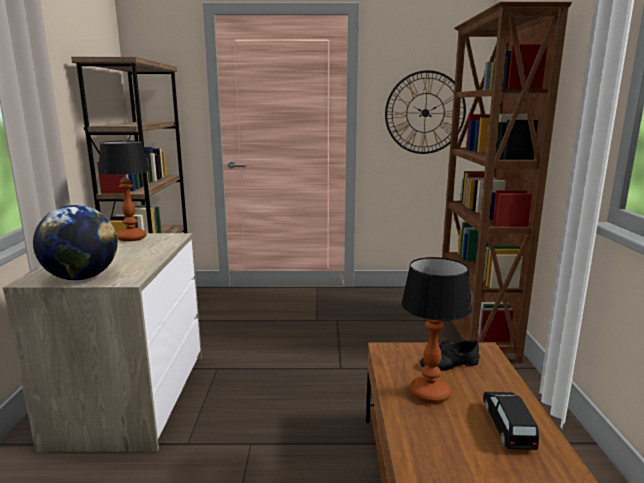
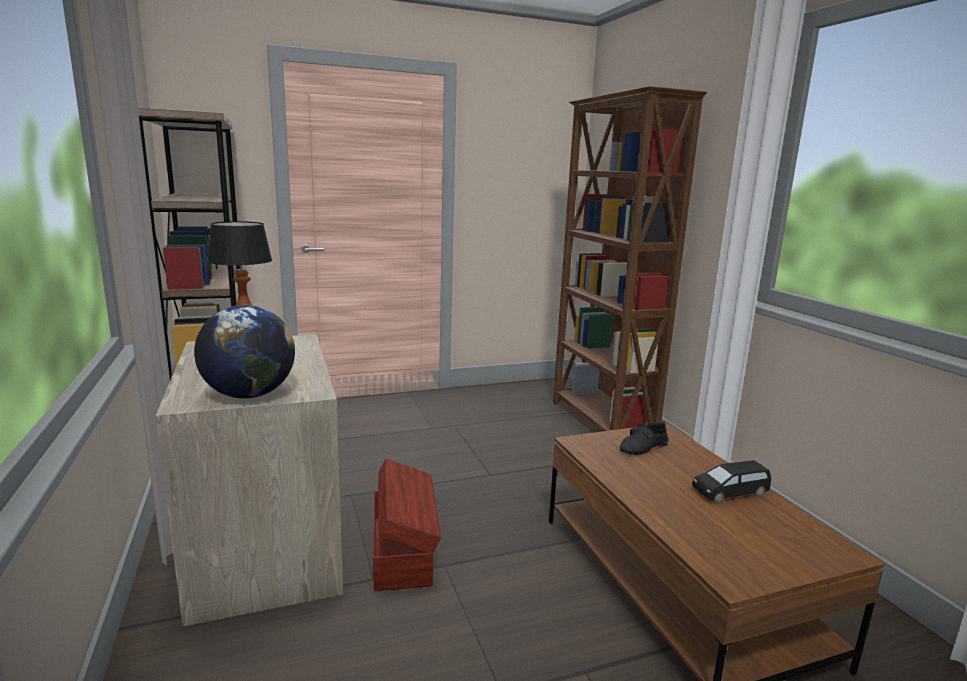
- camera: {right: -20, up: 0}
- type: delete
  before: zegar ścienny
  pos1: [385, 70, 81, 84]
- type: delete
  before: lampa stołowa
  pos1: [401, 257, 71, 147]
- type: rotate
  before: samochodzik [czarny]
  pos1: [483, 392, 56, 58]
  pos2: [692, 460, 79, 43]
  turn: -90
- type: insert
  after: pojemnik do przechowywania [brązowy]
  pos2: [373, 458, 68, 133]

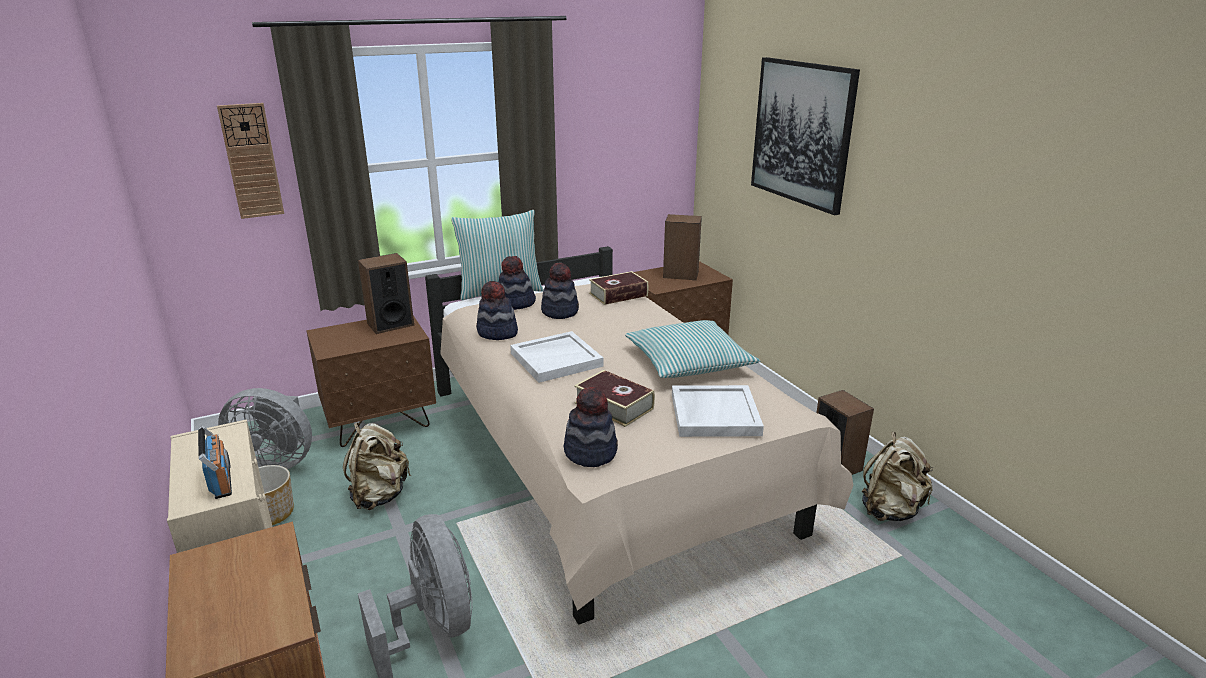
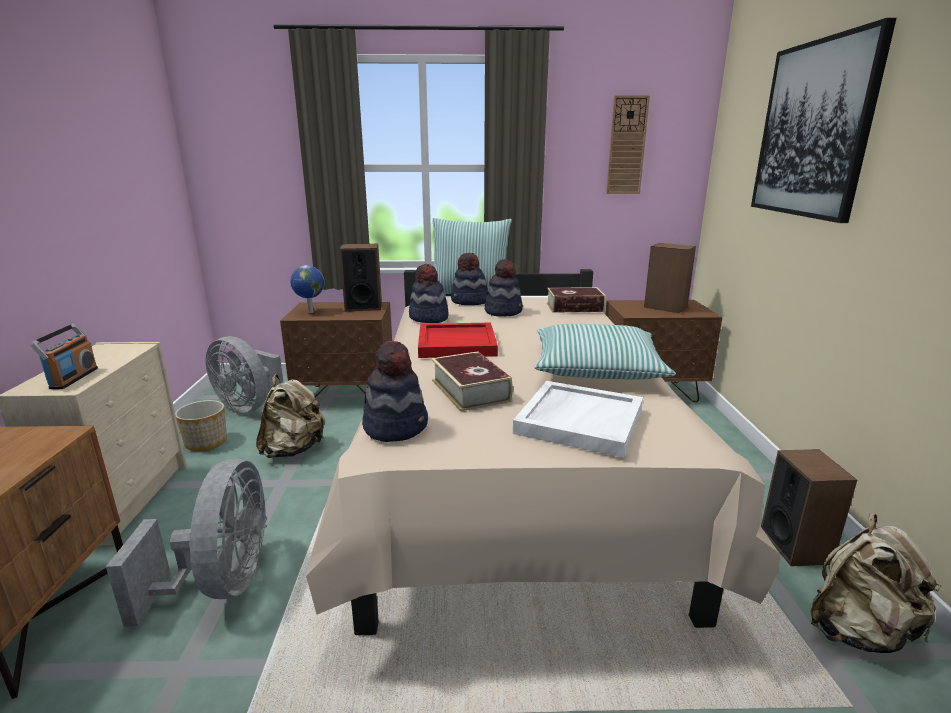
- camera: {right: 25, up: -5}
- type: move
  before: zegar ścienny
  pos1: [217, 103, 67, 116]
  pos2: [606, 95, 44, 99]
- type: recolor
  before: taca [biały]
  after: taca [czerwony]
  pos1: [510, 331, 93, 52]
  pos2: [418, 323, 80, 35]
- type: insert
  after: globus
  pos2: [290, 265, 34, 48]

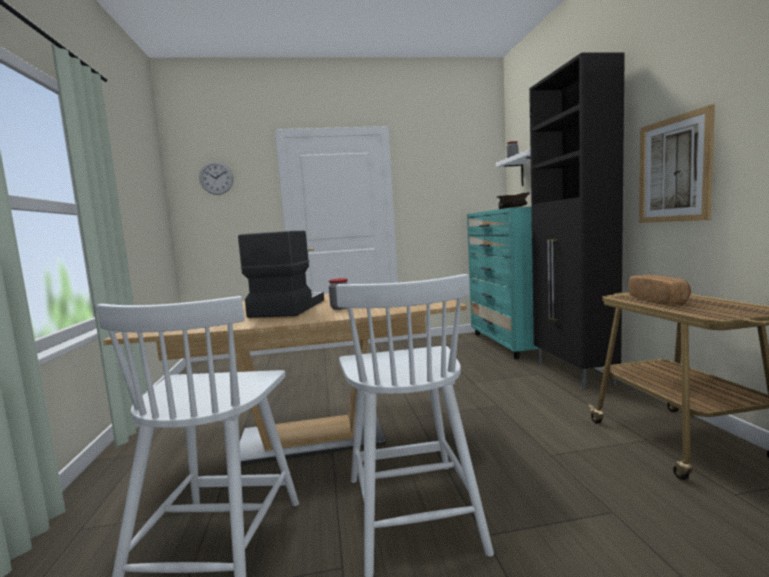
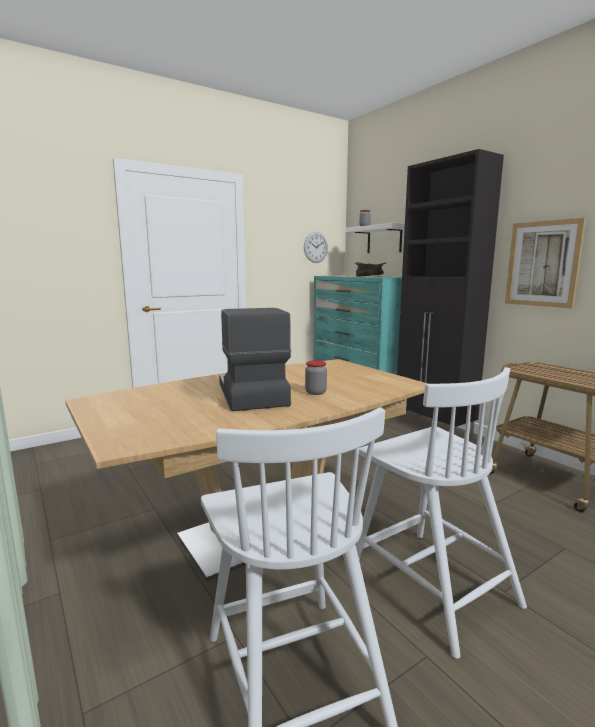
- camera: {right: -25, up: 5}
- type: move
  before: zegar ścienny
  pos1: [199, 162, 34, 33]
  pos2: [304, 232, 24, 31]
- type: delete
  before: chleb
  pos1: [629, 275, 62, 30]

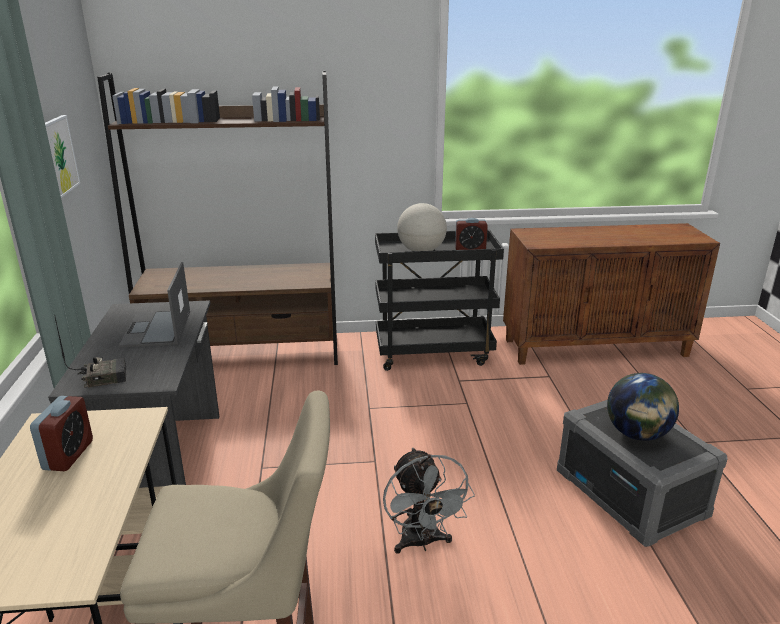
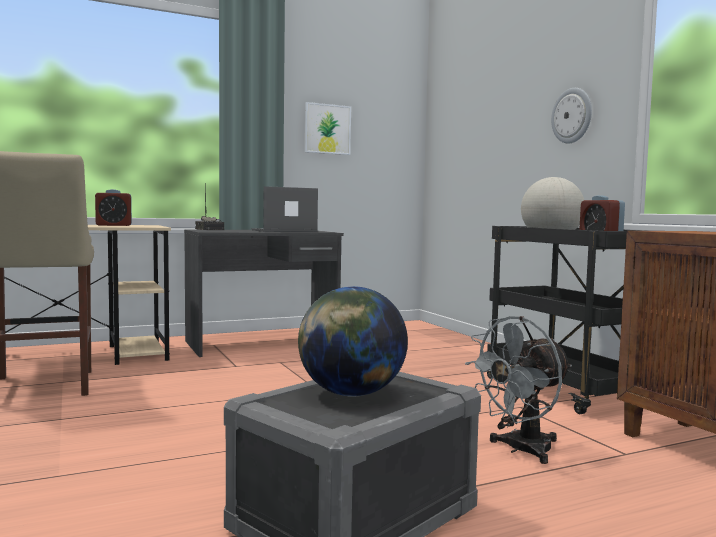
- camera: {right: 70, up: -20}
- type: delete
  before: regał [brązowy]
  pos1: [97, 71, 241, 294]
- type: move
  before: wentylator [szary]
  pos1: [383, 448, 92, 106]
  pos2: [465, 316, 107, 148]
- type: insert
  after: zegar ścienny
  pos2: [551, 88, 41, 55]

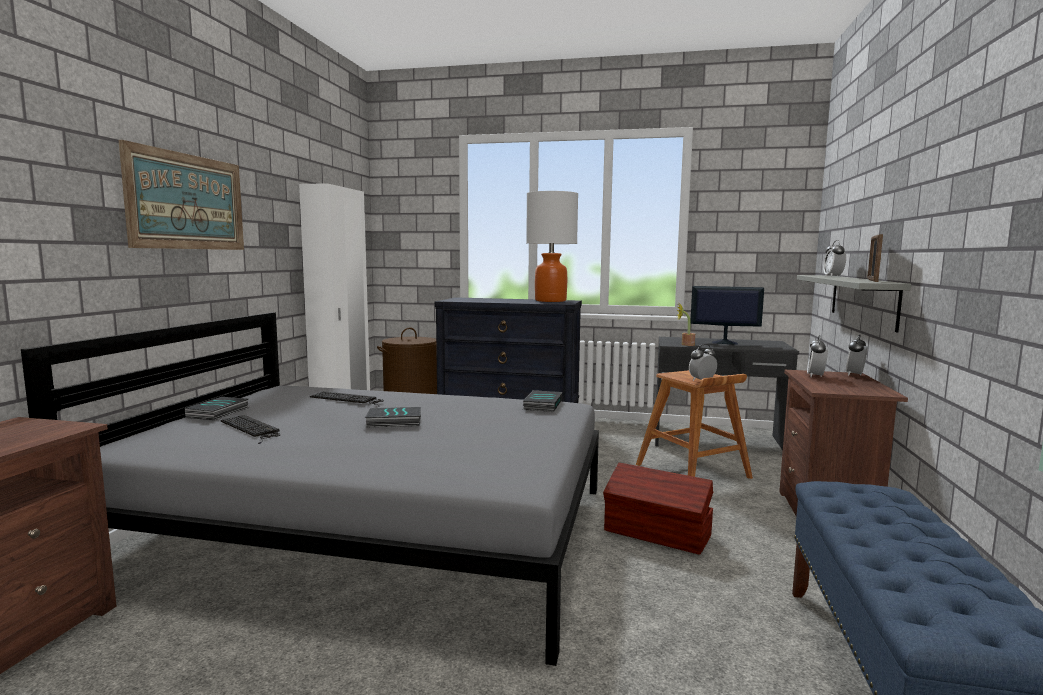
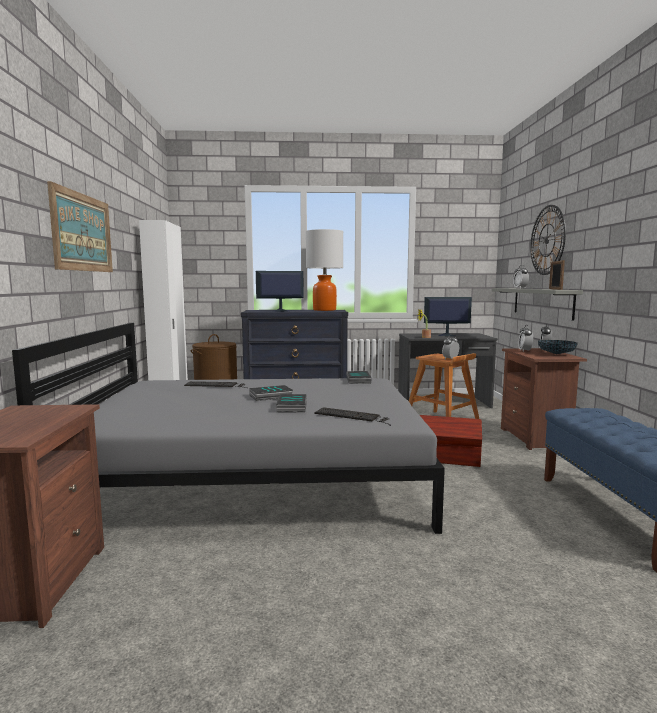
- camera: {right: -15, up: 0}
- type: move
  before: książka
  pos1: [185, 397, 64, 23]
  pos2: [276, 394, 31, 19]
- type: move
  before: klawiatura
  pos1: [221, 415, 60, 29]
  pos2: [314, 407, 77, 19]
- type: insert
  after: monitor
  pos2: [256, 271, 48, 41]
- type: insert
  after: zegar ścienny
  pos2: [530, 205, 36, 70]
- type: insert
  after: miska
  pos2: [538, 340, 40, 15]

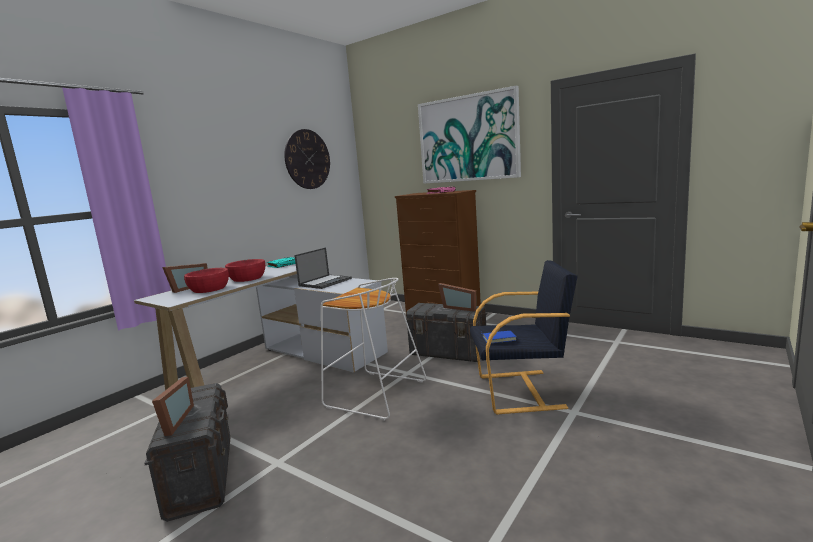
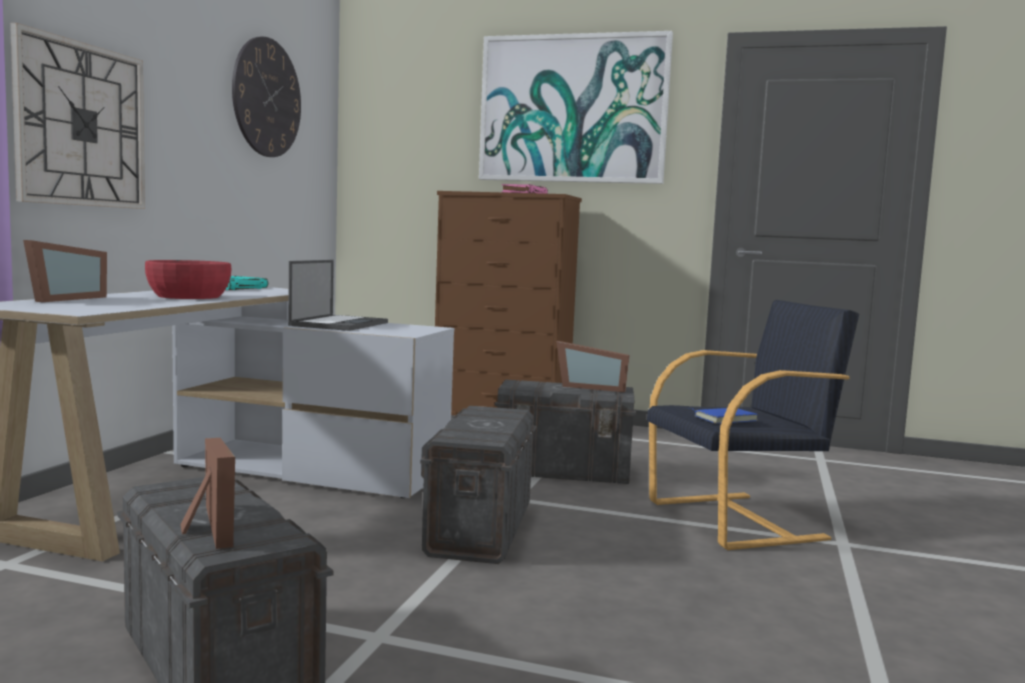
- camera: {right: -20, up: -5}
- type: delete
  before: miska [czerwony]
  pos1: [184, 268, 45, 25]
- type: replace
  before: stołek [biały]
  after: pojemnik do przechowywania [szary]
  pos1: [321, 278, 105, 143]
  pos2: [420, 406, 116, 158]
- type: insert
  after: zegar ścienny
  pos2: [10, 23, 135, 186]

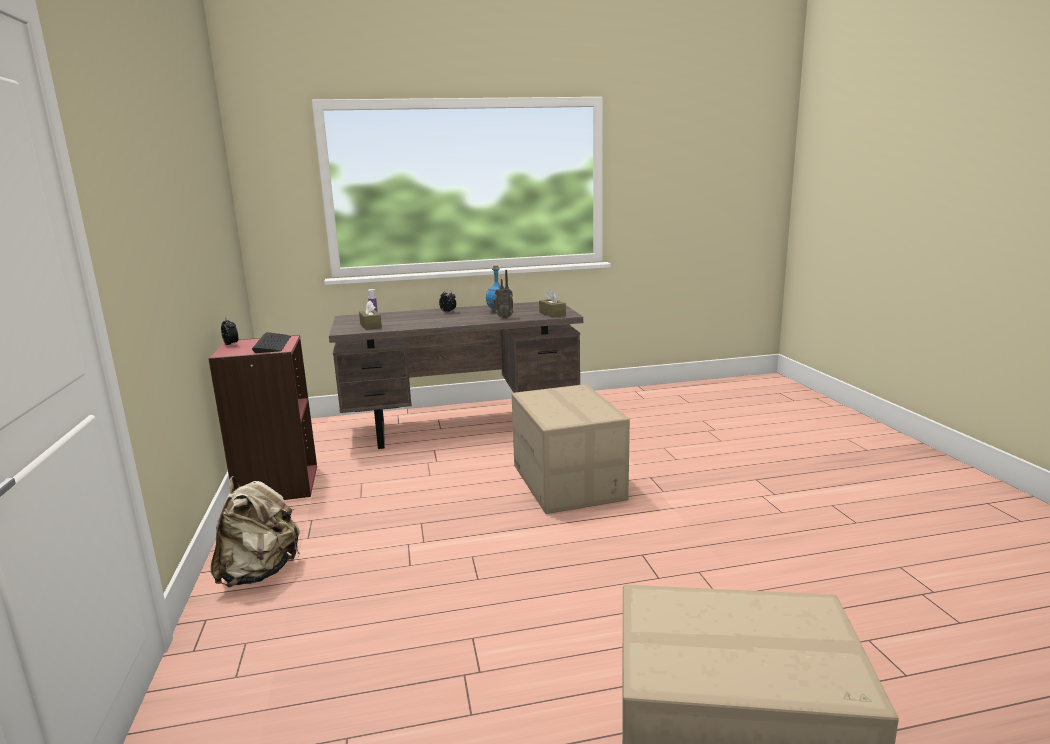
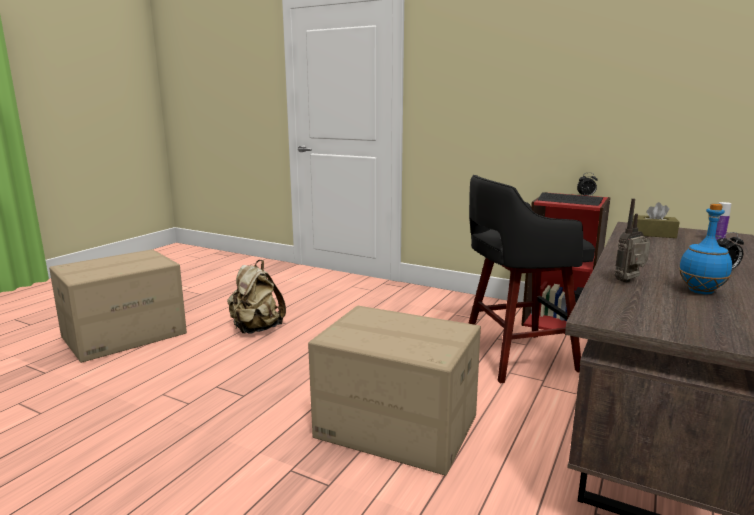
- camera: {right: 130, up: 0}
- type: move
  before: plecak [beżowy]
  pos1: [211, 476, 89, 111]
  pos2: [227, 260, 59, 74]
- type: delete
  before: pudełko chusteczek [brązowy]
  pos1: [539, 290, 27, 28]
- type: insert
  after: stołek [czarny]
  pos2: [468, 175, 127, 208]

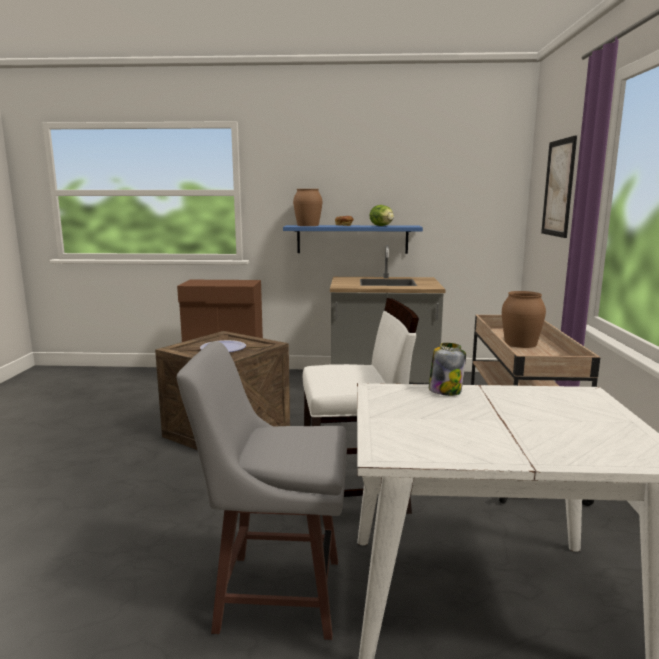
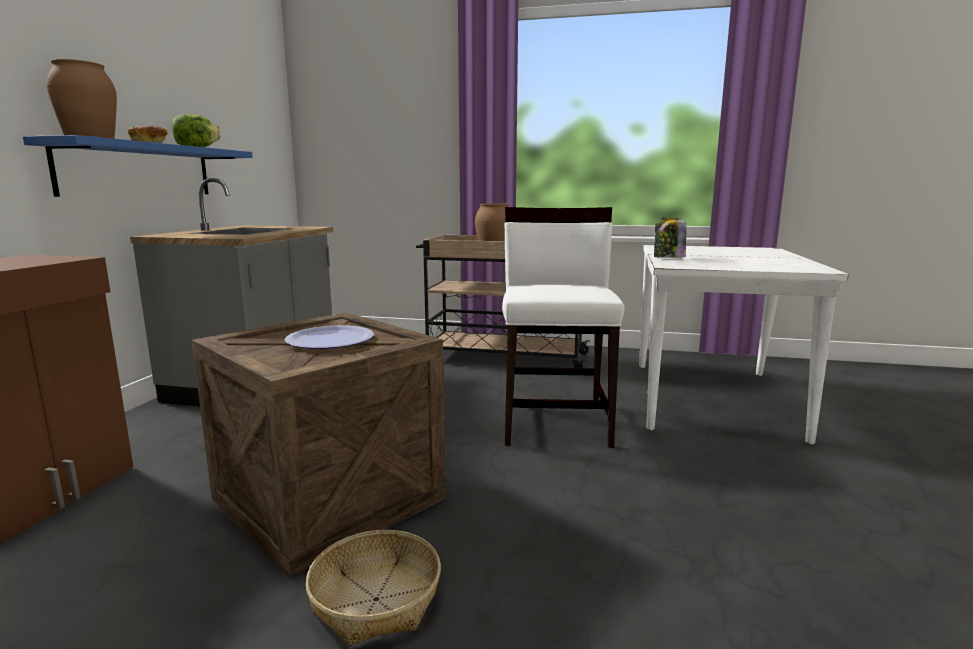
- camera: {right: -80, up: 0}
- type: delete
  before: stołek [szary]
  pos1: [177, 341, 170, 299]
- type: delete
  before: obraz
  pos1: [541, 135, 36, 103]
- type: insert
  after: koszyk
  pos2: [306, 530, 135, 116]

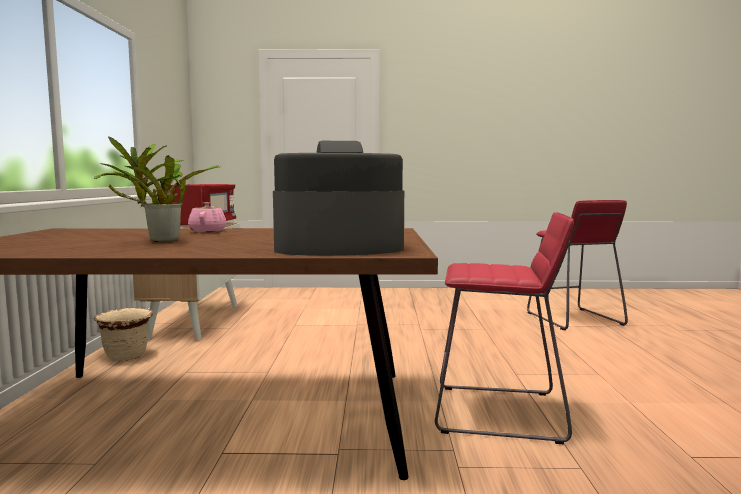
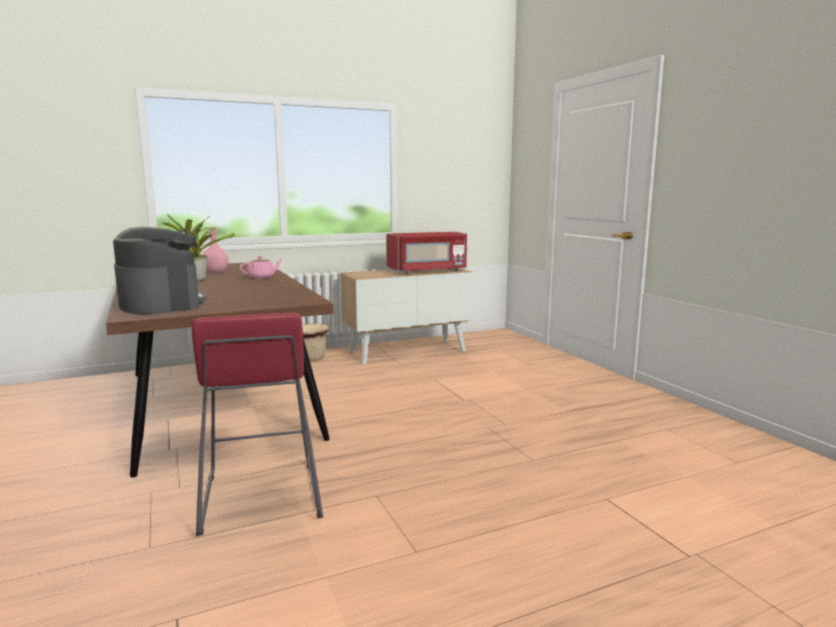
- camera: {right: 65, up: 5}
- type: delete
  before: stołek [czerwony]
  pos1: [527, 200, 101, 130]
- type: insert
  after: butelka [różowy]
  pos2: [203, 227, 26, 46]

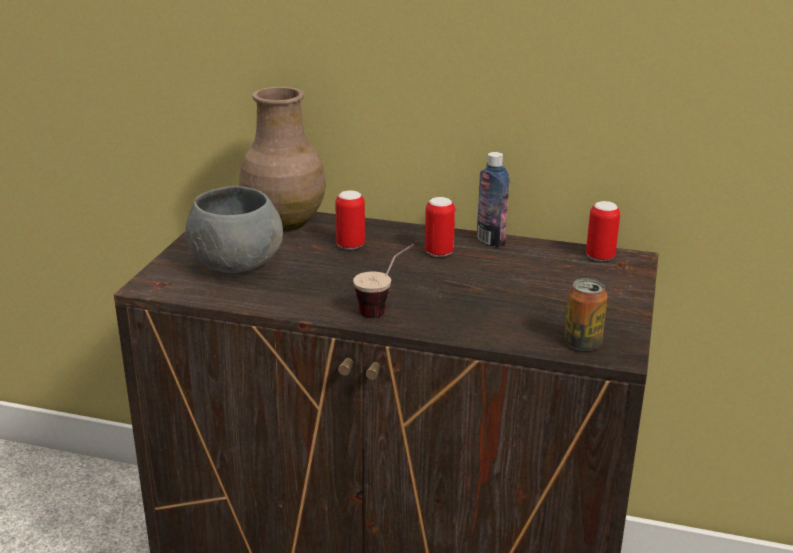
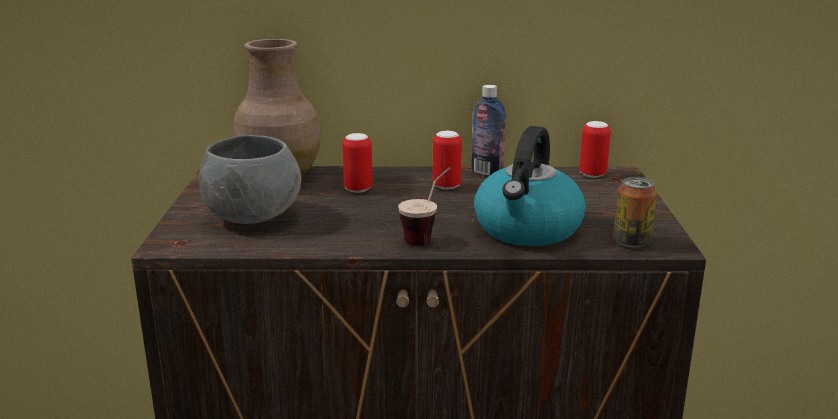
- camera: {right: -15, up: -5}
- type: insert
  after: czajnik
  pos2: [474, 126, 112, 120]

